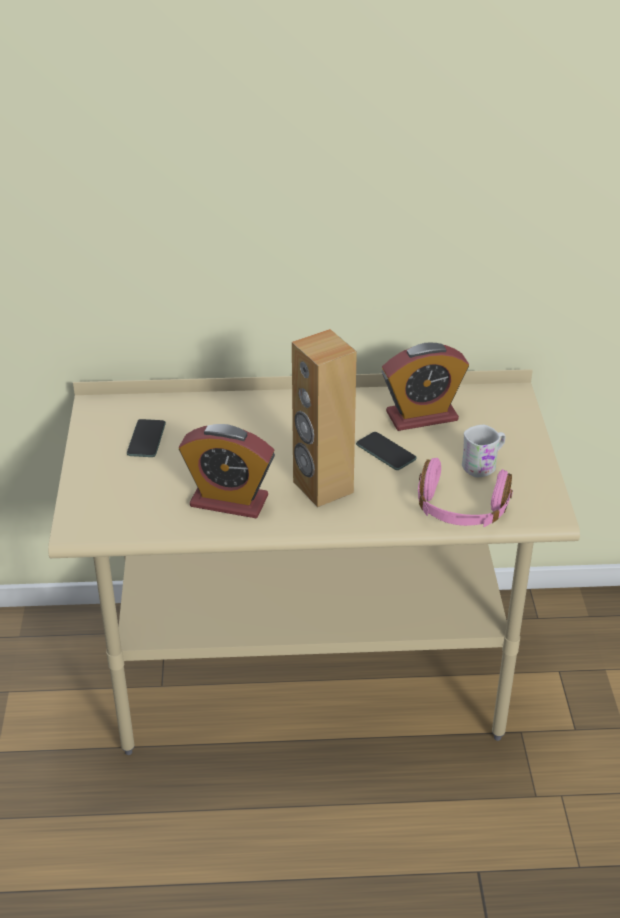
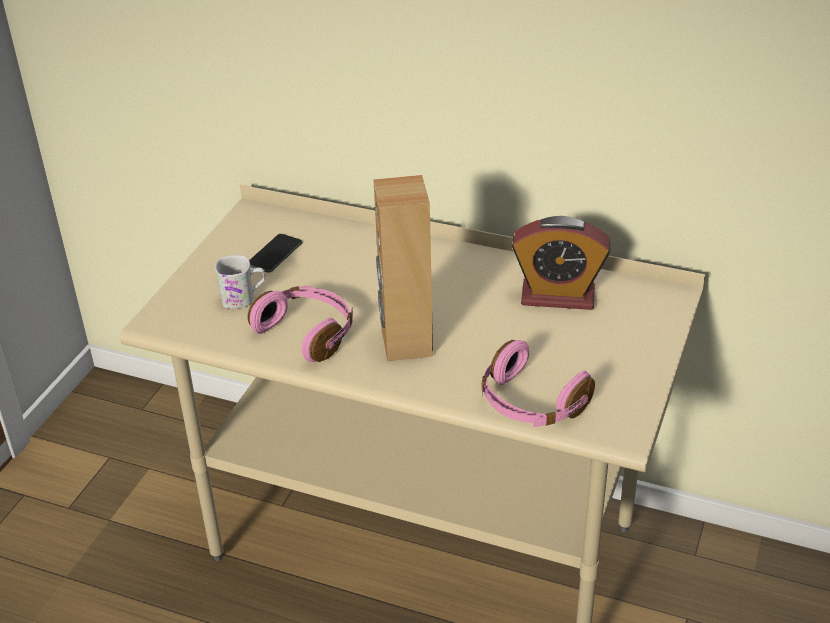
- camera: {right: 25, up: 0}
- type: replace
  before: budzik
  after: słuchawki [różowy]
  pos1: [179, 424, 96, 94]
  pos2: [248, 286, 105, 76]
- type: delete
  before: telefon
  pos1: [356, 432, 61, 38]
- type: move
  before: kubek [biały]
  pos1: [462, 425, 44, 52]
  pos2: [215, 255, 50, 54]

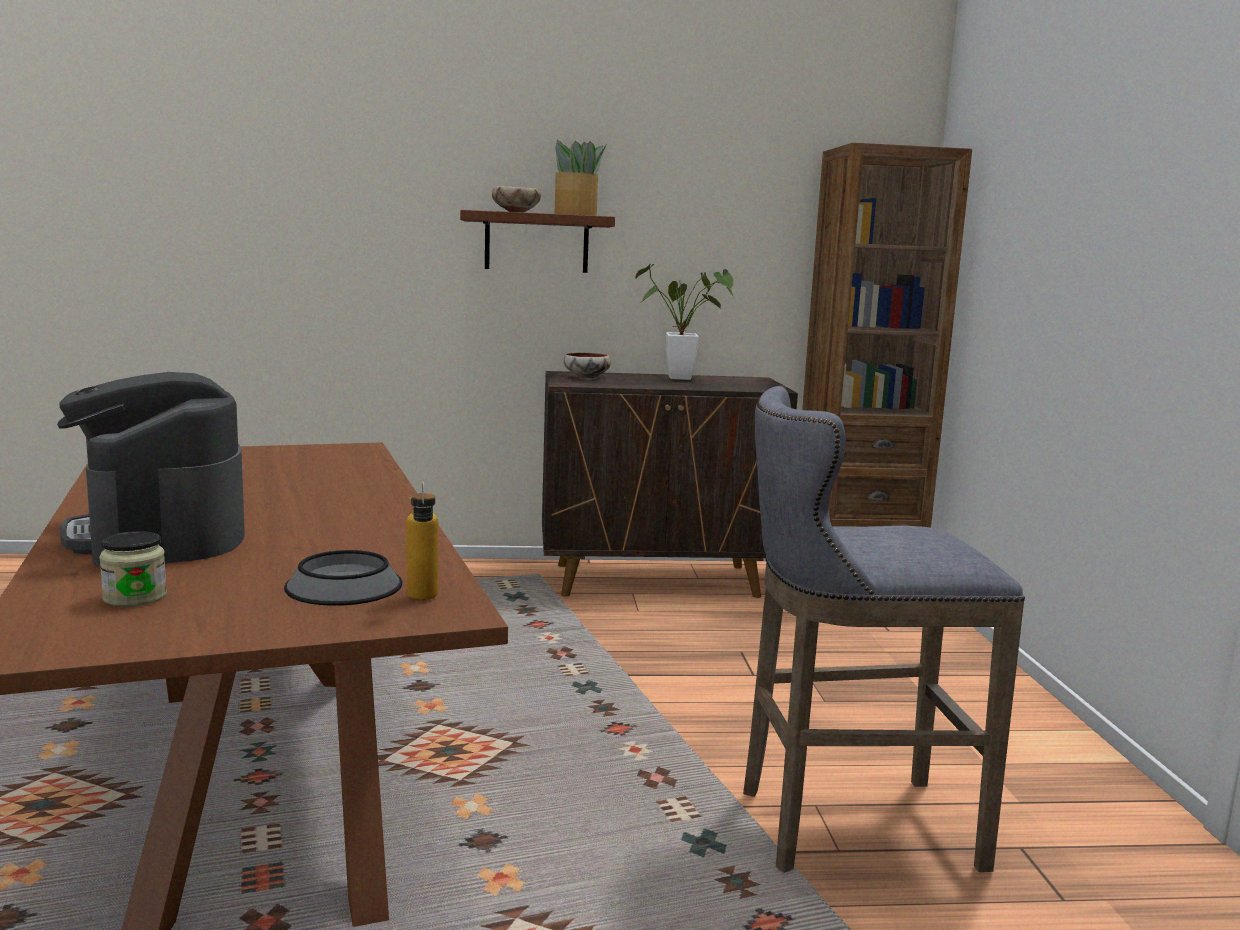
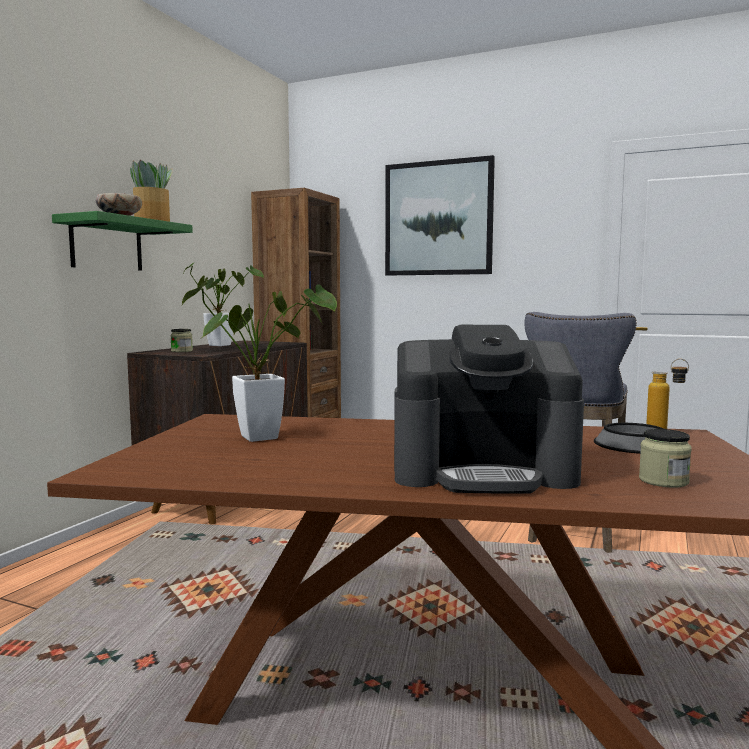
- camera: {right: -60, up: -5}
- type: recolor
  before: półka [brązowy]
  after: półka [zielony]
  pos1: [460, 210, 155, 63]
  pos2: [52, 211, 141, 60]
- type: replace
  before: miska
  after: słoik
  pos1: [564, 352, 47, 26]
  pos2: [170, 329, 23, 23]
- type: insert
  after: roślina doniczkowa
  pos2: [182, 282, 155, 160]
- type: insert
  after: obraz
  pos2: [385, 155, 110, 121]

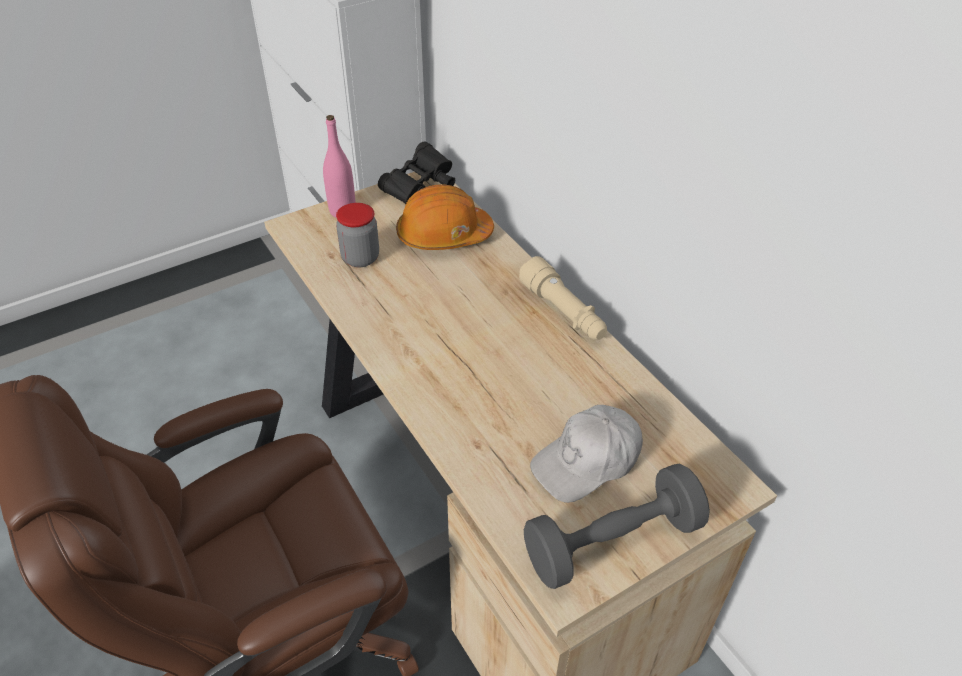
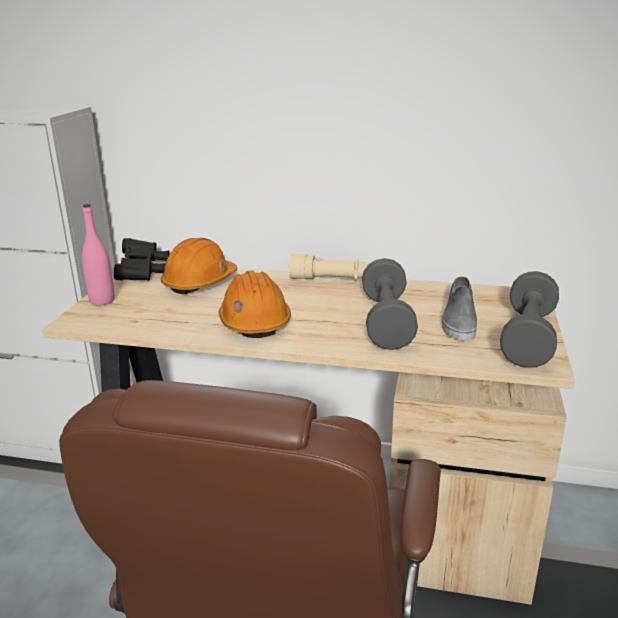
- camera: {right: -45, up: -20}
- type: delete
  before: słoik
  pos1: [336, 203, 43, 64]
- type: replace
  before: czapka z daszkiem [biały]
  after: but [szary]
  pos1: [530, 405, 113, 98]
  pos2: [442, 276, 35, 64]
- type: insert
  after: kask [pomarańczowy]
  pos2: [218, 270, 73, 68]
- type: insert
  after: hantel [szary]
  pos2: [362, 258, 56, 92]

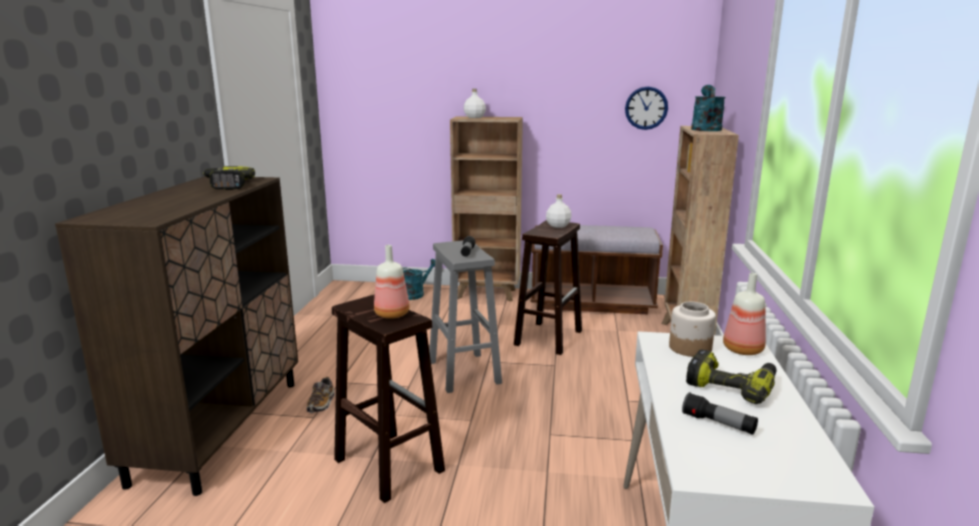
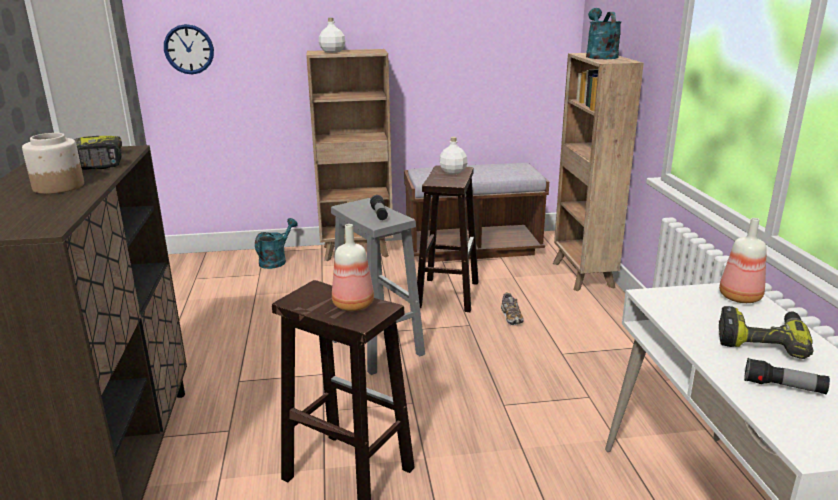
- camera: {right: -15, up: 5}
- type: move
  before: but
  pos1: [307, 377, 28, 36]
  pos2: [501, 292, 23, 33]
- type: move
  before: zegar ścienny
  pos1: [625, 87, 43, 43]
  pos2: [164, 24, 50, 50]
- type: move
  before: słoik
  pos1: [669, 302, 47, 55]
  pos2: [22, 133, 62, 61]

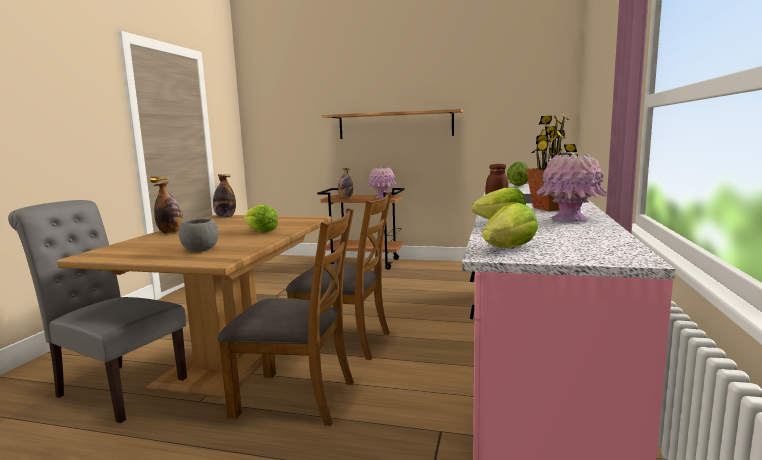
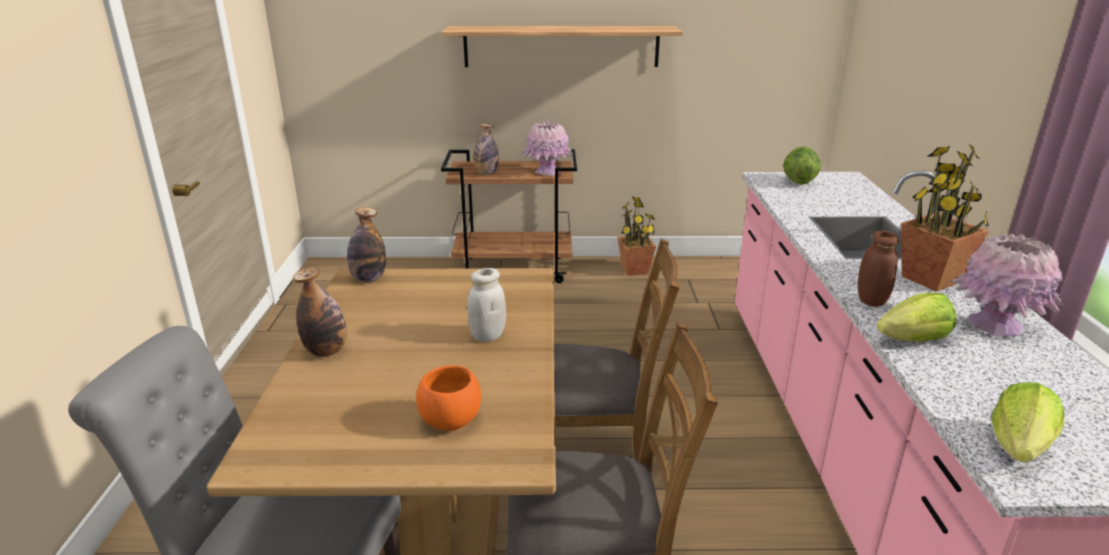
- camera: {right: -15, up: 15}
- type: recolor
  before: miska [szary]
  after: miska [pomarańczowy]
  pos1: [179, 218, 40, 34]
  pos2: [416, 366, 65, 65]
- type: replace
  before: sałata
  after: słoik [biały]
  pos1: [243, 205, 35, 27]
  pos2: [467, 268, 39, 74]
- type: insert
  after: roślina doniczkowa
  pos2: [617, 197, 39, 79]

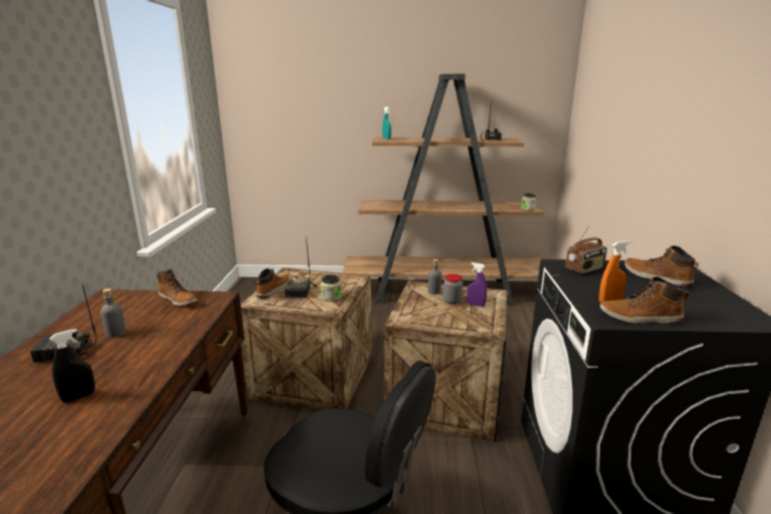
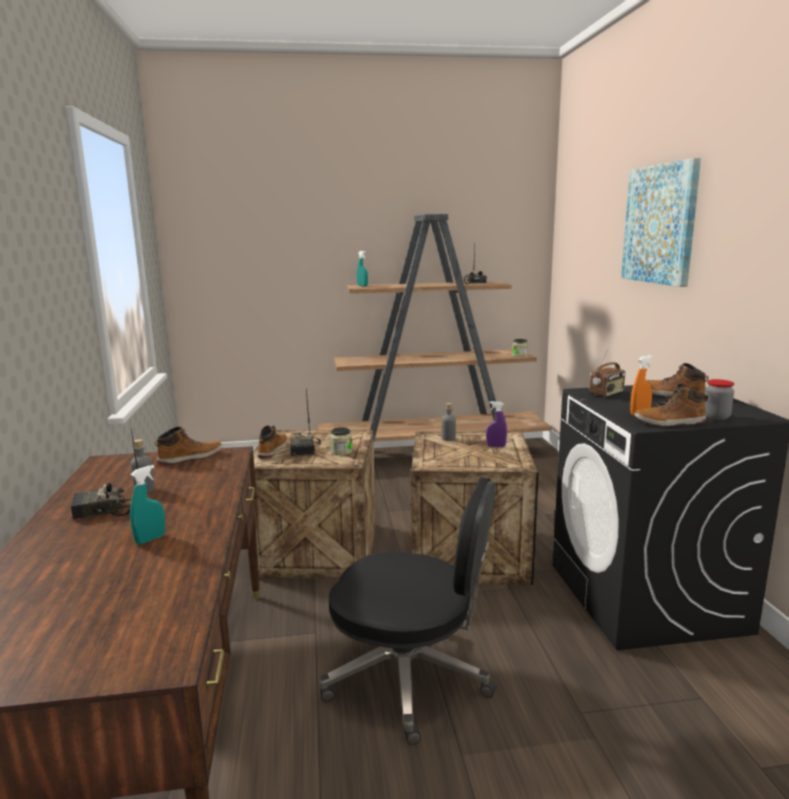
- camera: {right: -10, up: -5}
- type: recolor
  before: spryskiwacz [czarny]
  after: spryskiwacz [turkusowy]
  pos1: [50, 329, 45, 73]
  pos2: [130, 465, 35, 79]
- type: rotate
  before: but z cholewką
  pos1: [157, 269, 41, 37]
  pos2: [154, 427, 68, 38]
  turn: -60
- type: move
  before: słoik
  pos1: [443, 274, 20, 30]
  pos2: [705, 379, 29, 41]
- type: insert
  after: obraz
  pos2: [621, 158, 80, 129]

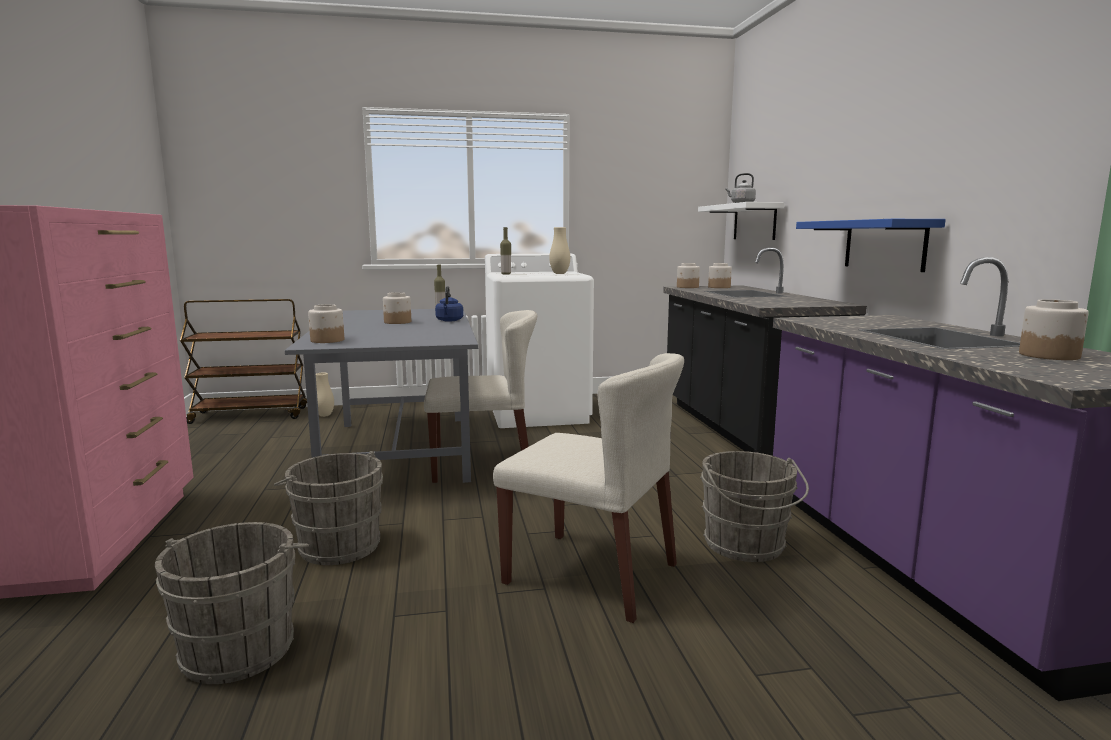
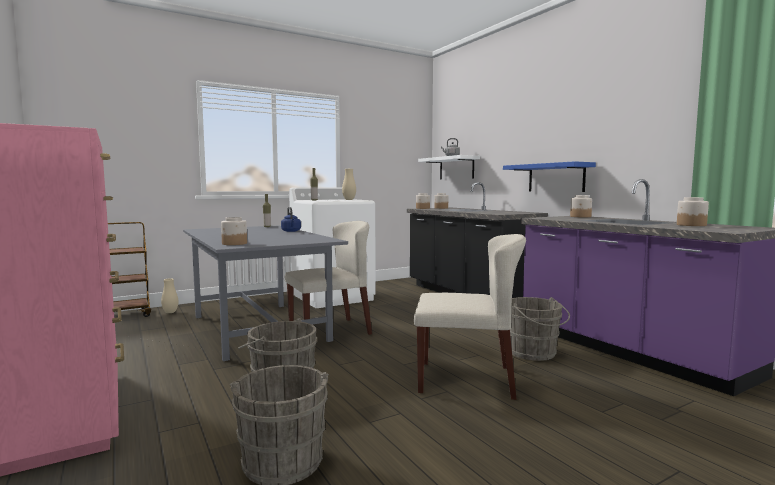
- camera: {right: -20, up: -5}
- type: move
  before: słoik
  pos1: [383, 292, 28, 32]
  pos2: [570, 195, 22, 22]

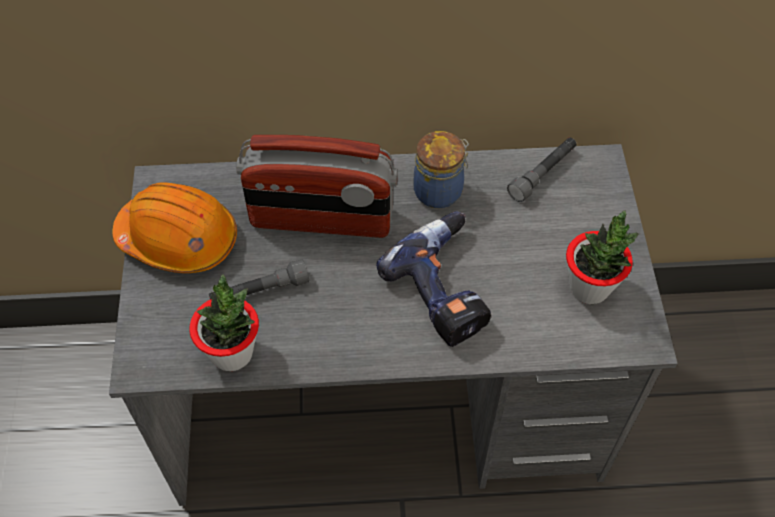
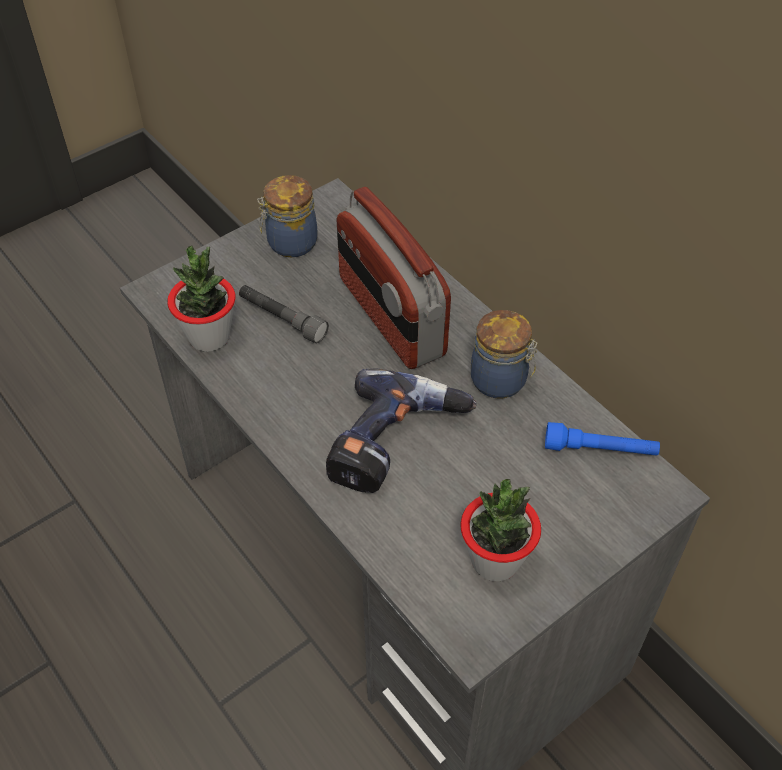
- camera: {right: 55, up: -5}
- type: replace
  before: kask [pomarańczowy]
  after: słoik
  pos1: [112, 182, 125, 91]
  pos2: [257, 175, 61, 83]
- type: recolor
  before: latarka [szary]
  after: latarka [niebieski]
  pos1: [507, 137, 70, 65]
  pos2: [545, 422, 115, 34]

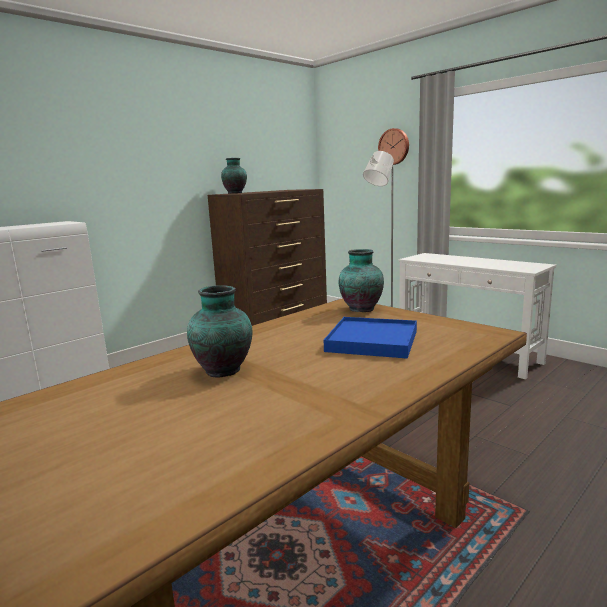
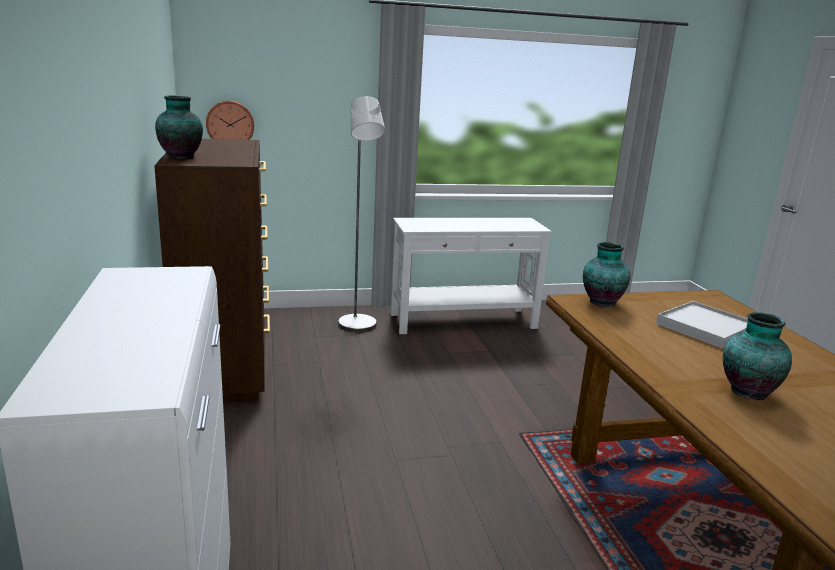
- camera: {right: -60, up: 5}
- type: recolor
  before: taca [niebieski]
  after: taca [biały]
  pos1: [324, 317, 93, 42]
  pos2: [656, 301, 92, 47]
- type: move
  before: zegar ścienny
  pos1: [378, 128, 31, 37]
  pos2: [206, 101, 48, 39]

